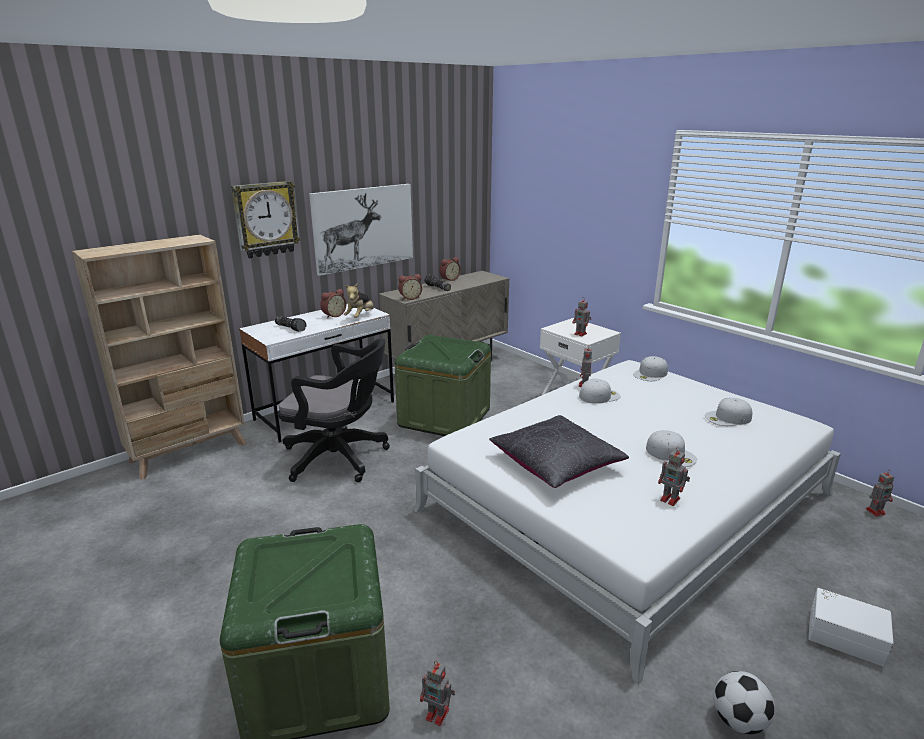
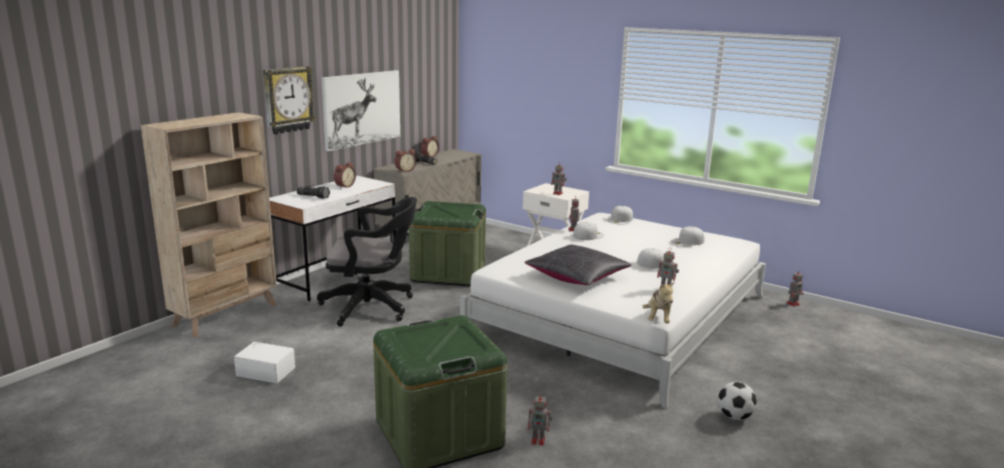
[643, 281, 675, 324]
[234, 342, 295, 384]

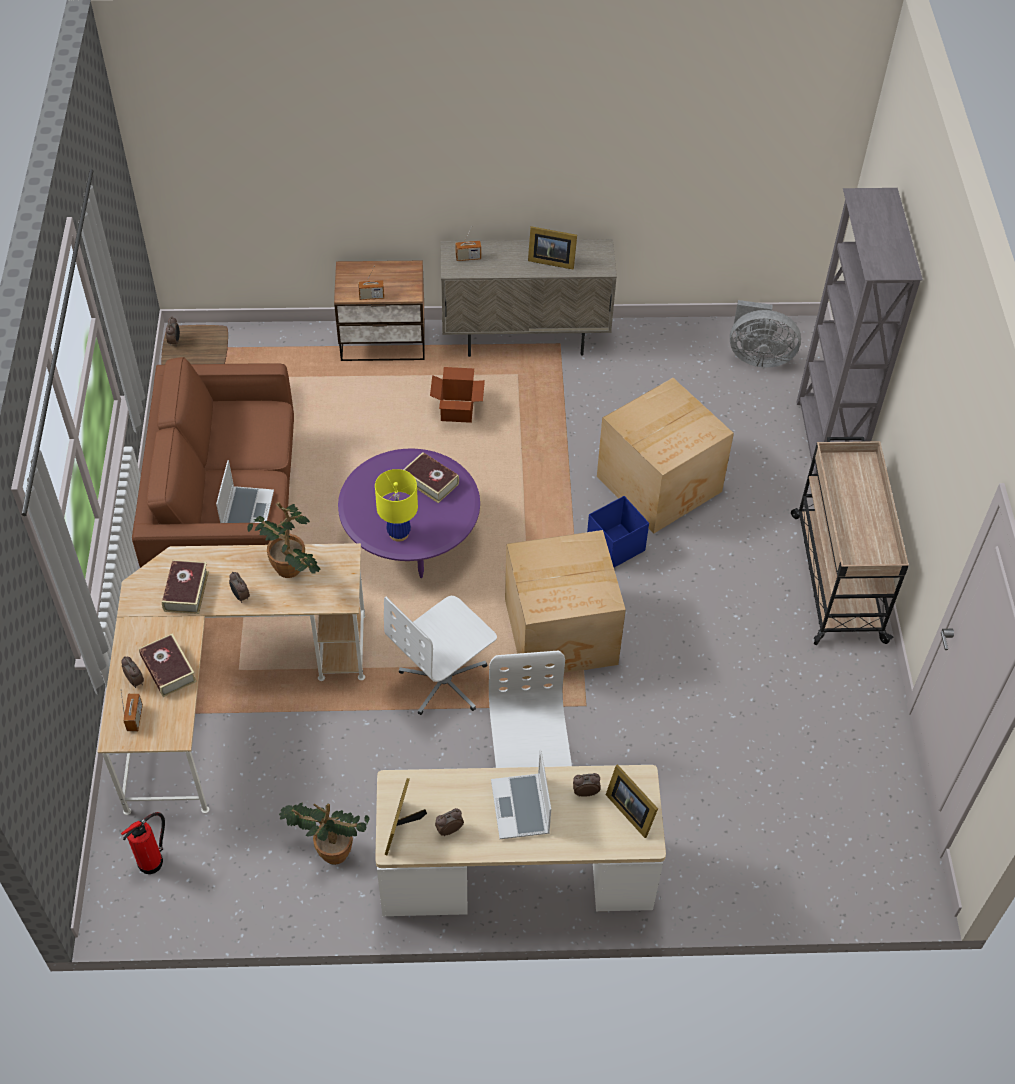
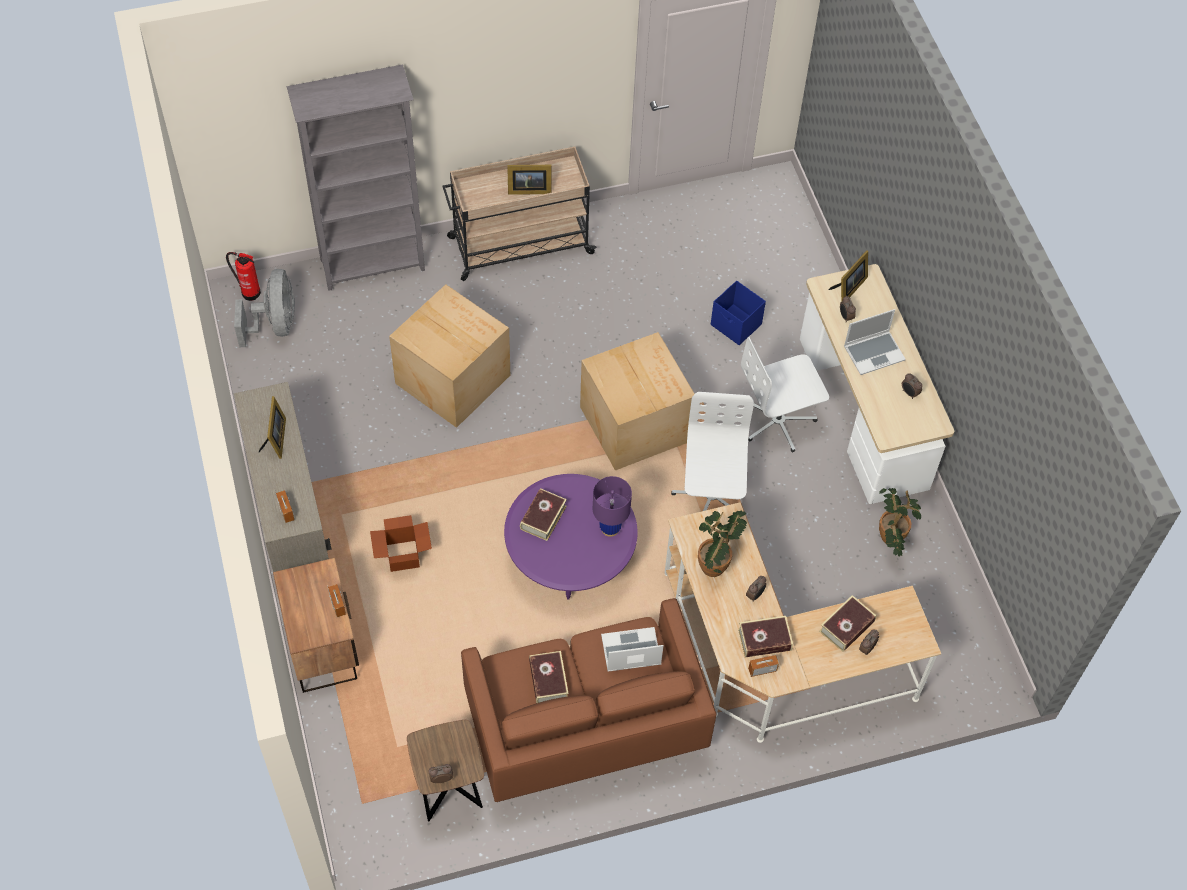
[593, 476, 632, 537]
[711, 281, 766, 345]
[671, 392, 754, 511]
[748, 655, 779, 677]
[507, 165, 551, 195]
[226, 252, 261, 301]
[529, 651, 569, 703]

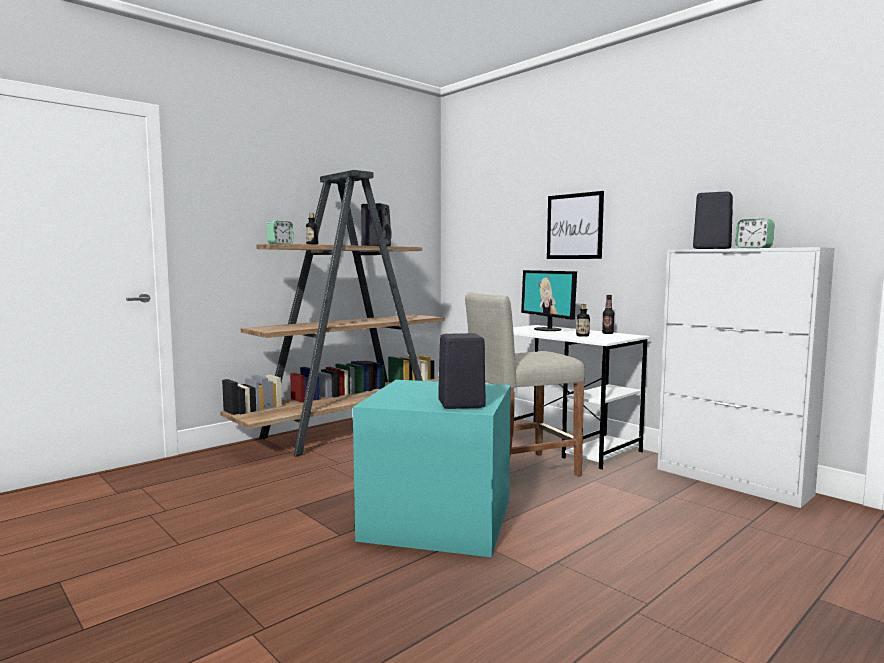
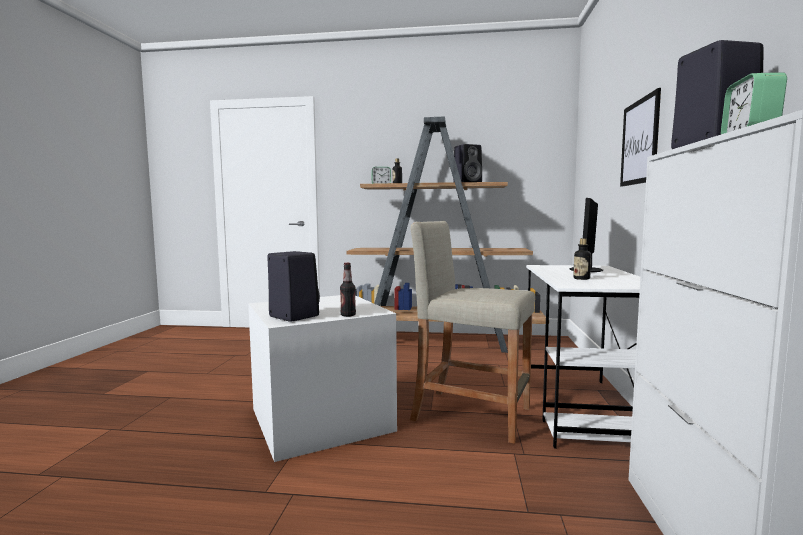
[340, 263, 356, 317]
[248, 295, 397, 462]

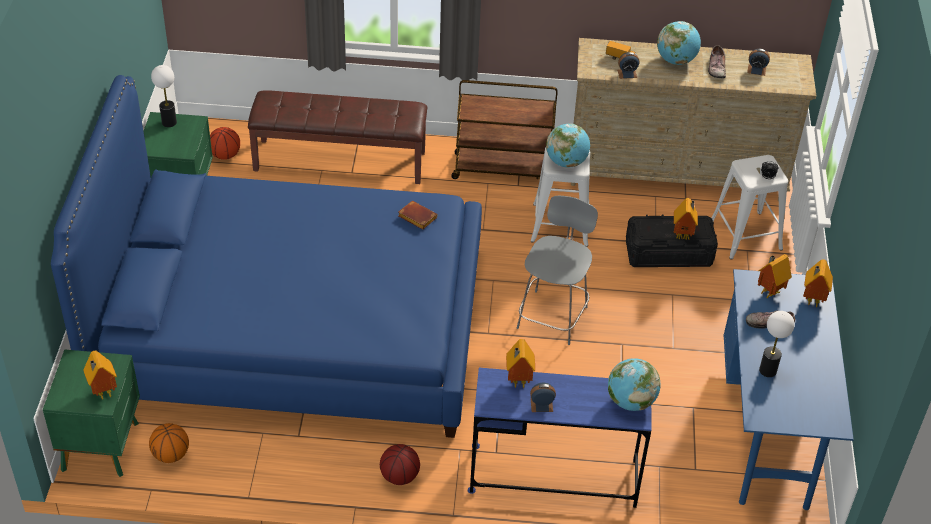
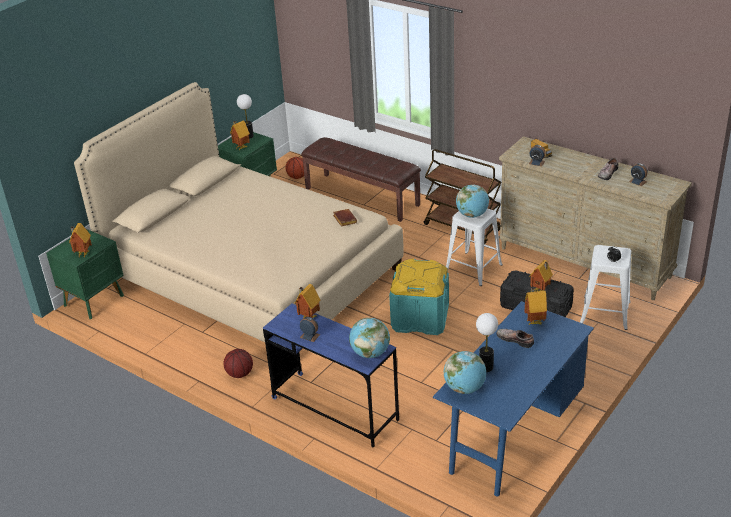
[444, 351, 486, 394]
[74, 82, 404, 342]
[389, 259, 449, 335]
[230, 120, 250, 150]
[149, 423, 189, 463] (first image)

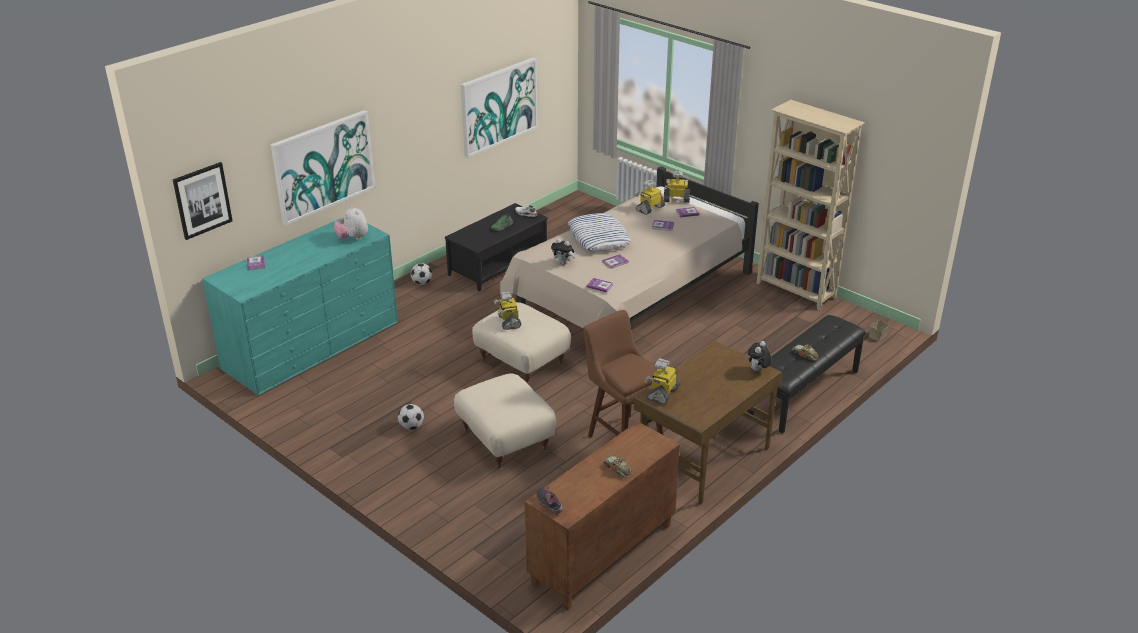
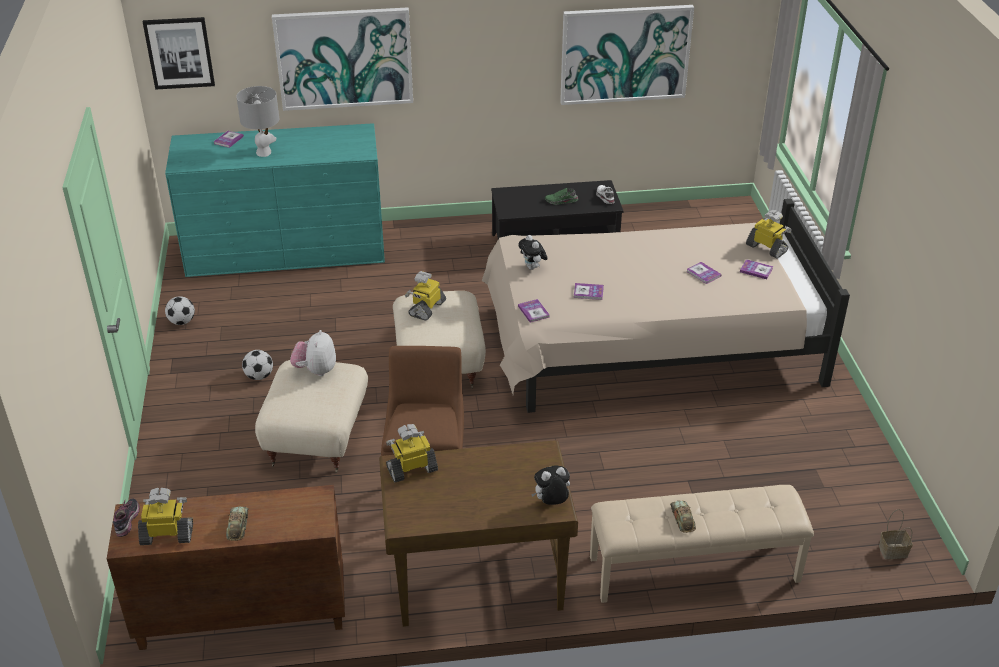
[757, 100, 865, 310] (first image)
[138, 488, 193, 545]
[290, 330, 336, 376]
[568, 213, 631, 252] (first image)
[165, 296, 195, 325]
[590, 485, 814, 603]
[236, 86, 279, 157]

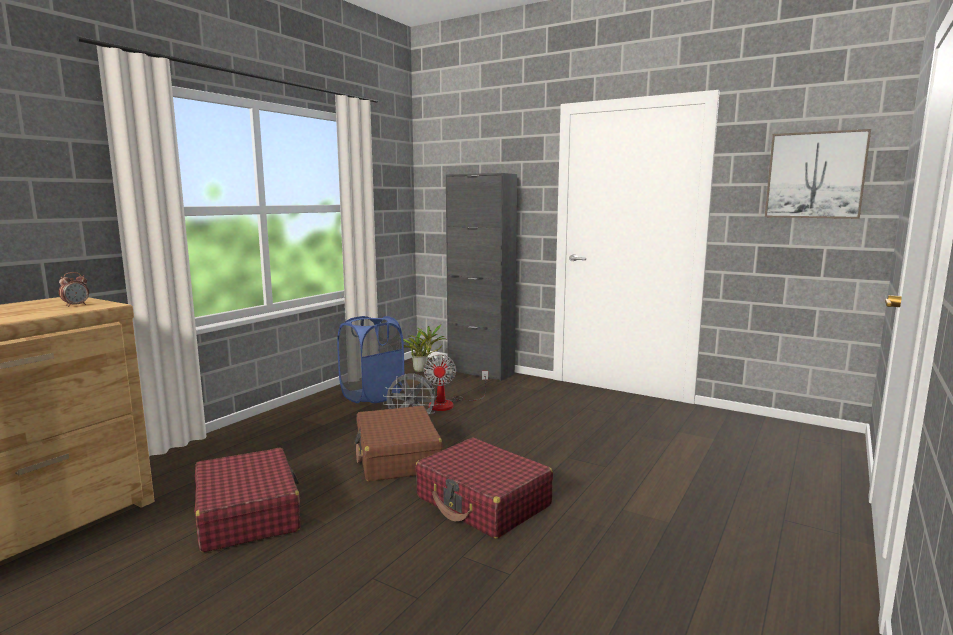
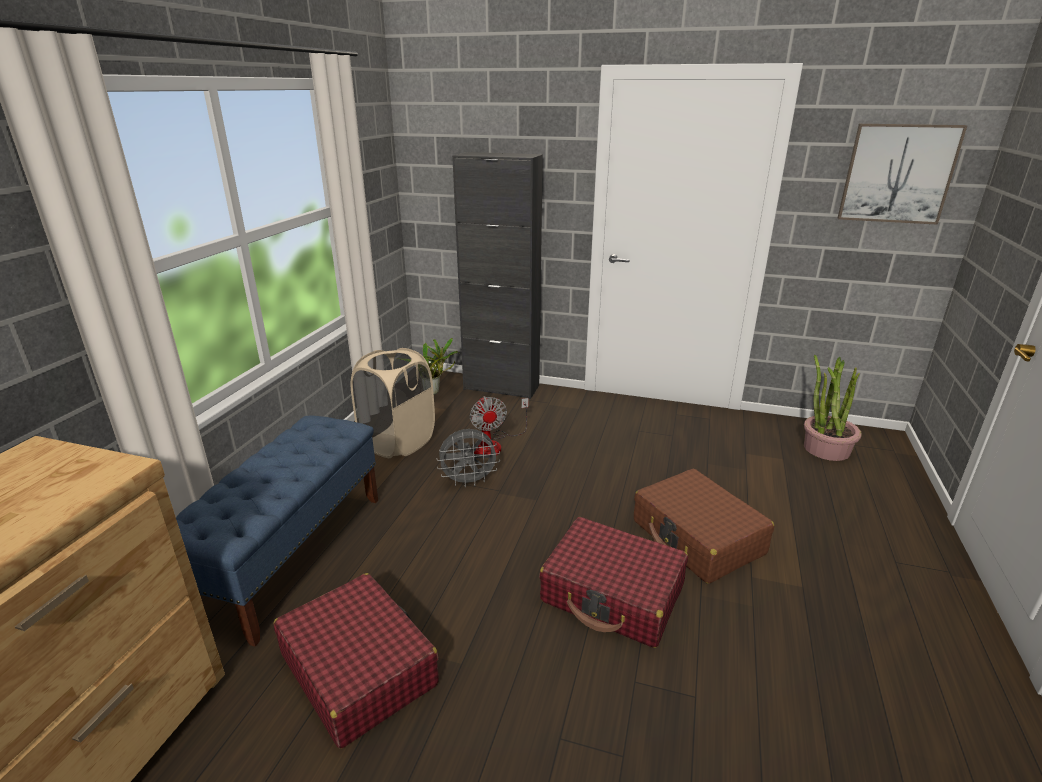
[59, 272, 89, 307] (first image)
[350, 348, 435, 458]
[634, 469, 775, 584]
[804, 355, 862, 461]
[176, 415, 378, 647]

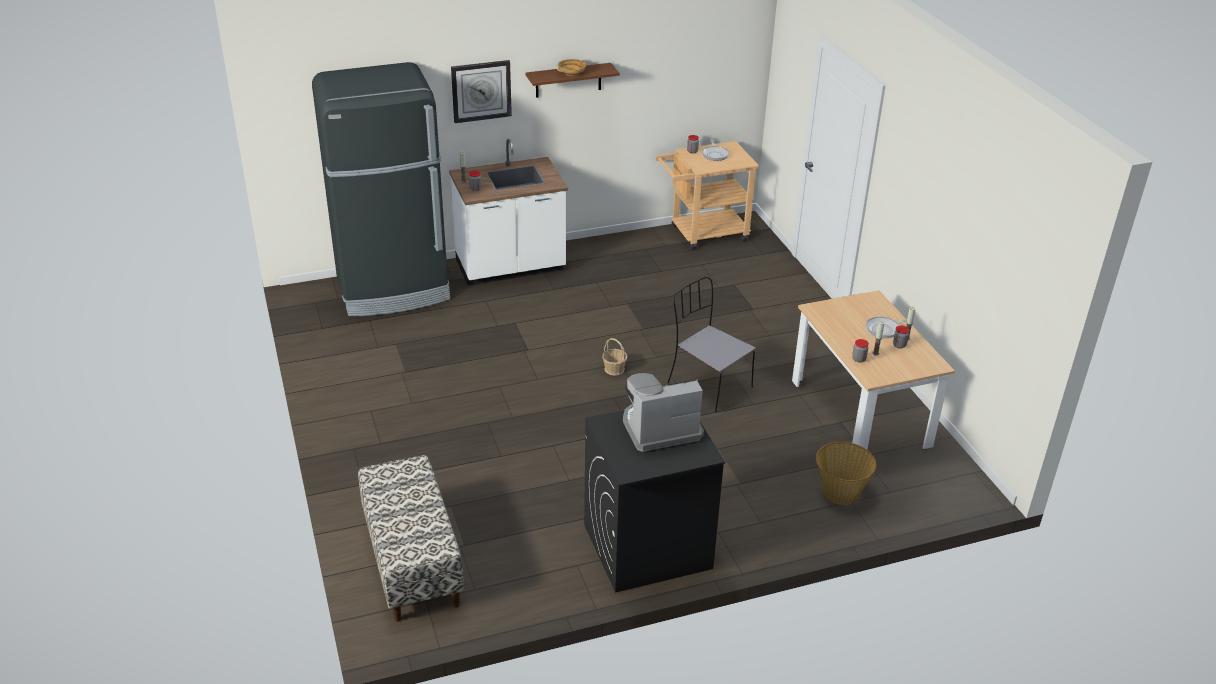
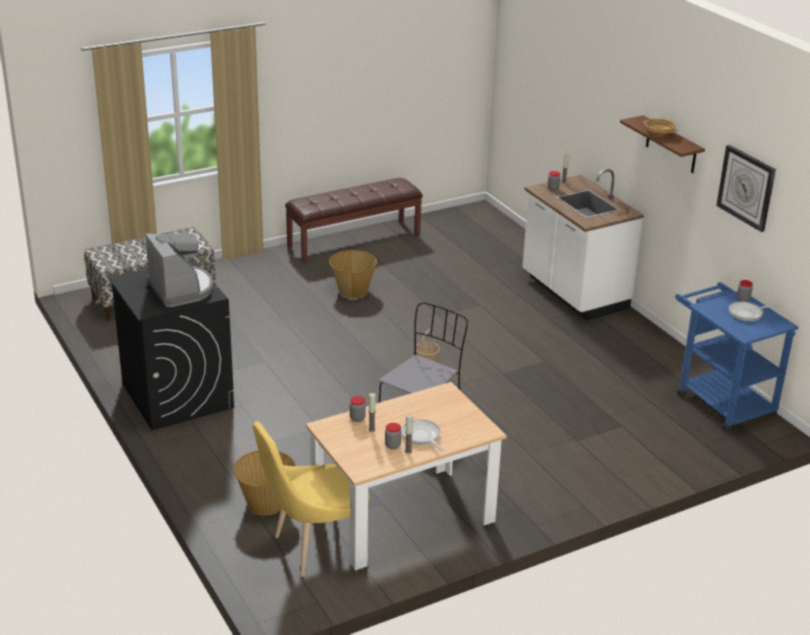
[716, 145, 776, 232]
[312, 62, 450, 316] (first image)
[675, 282, 799, 431]
[285, 178, 423, 263]
[329, 250, 377, 298]
[252, 421, 369, 576]

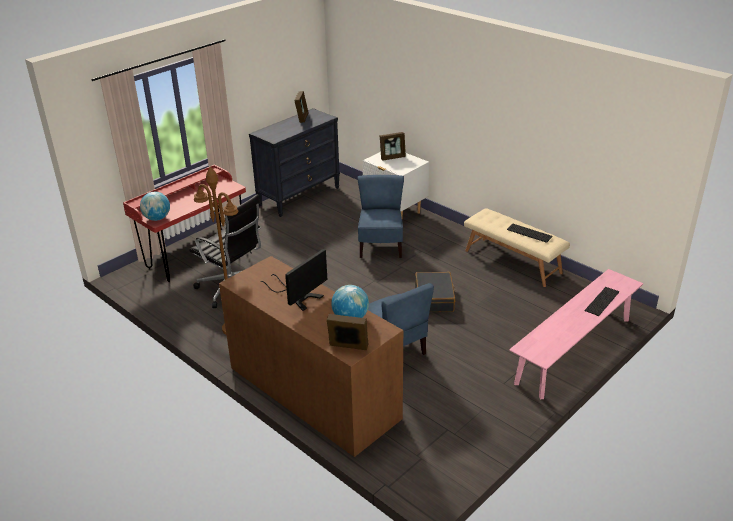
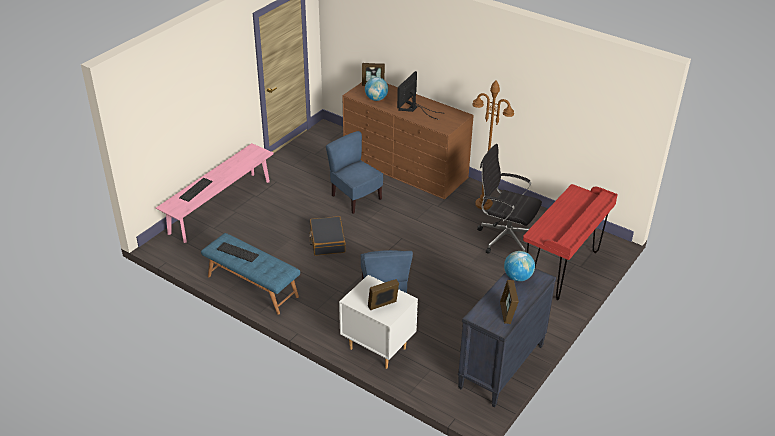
[504, 251, 535, 281]
[201, 233, 300, 315]

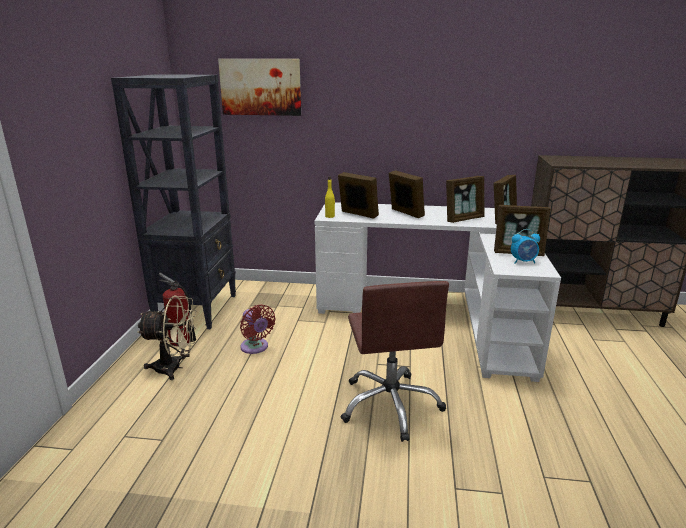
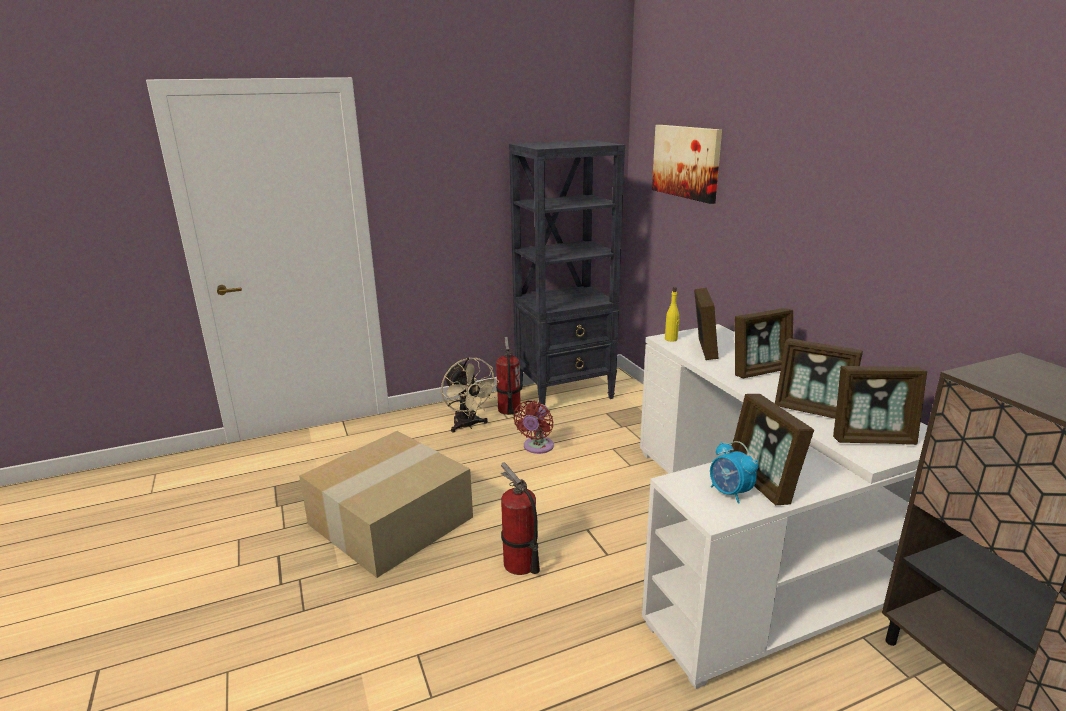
[735, 308, 793, 378]
[501, 463, 540, 575]
[299, 431, 473, 578]

